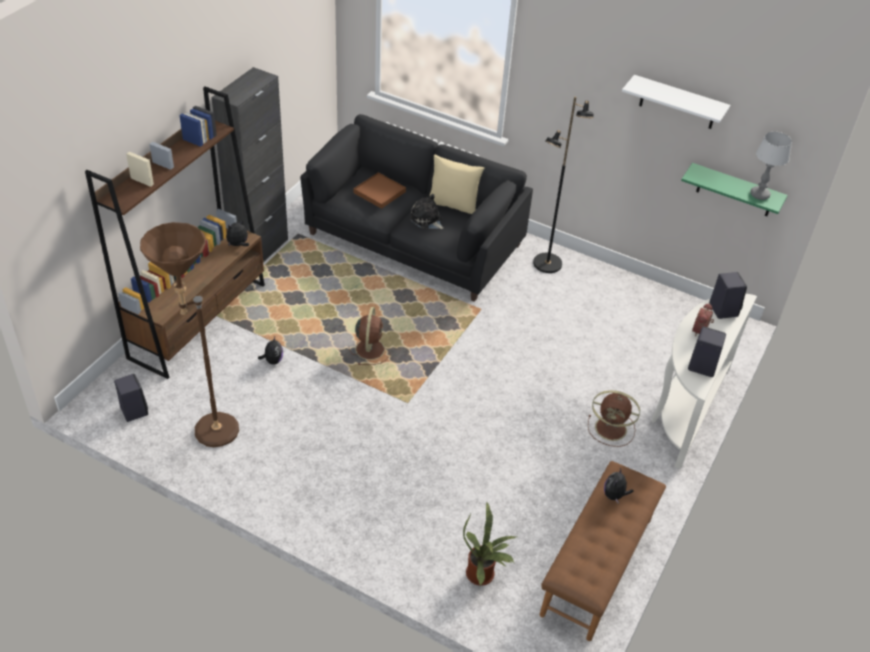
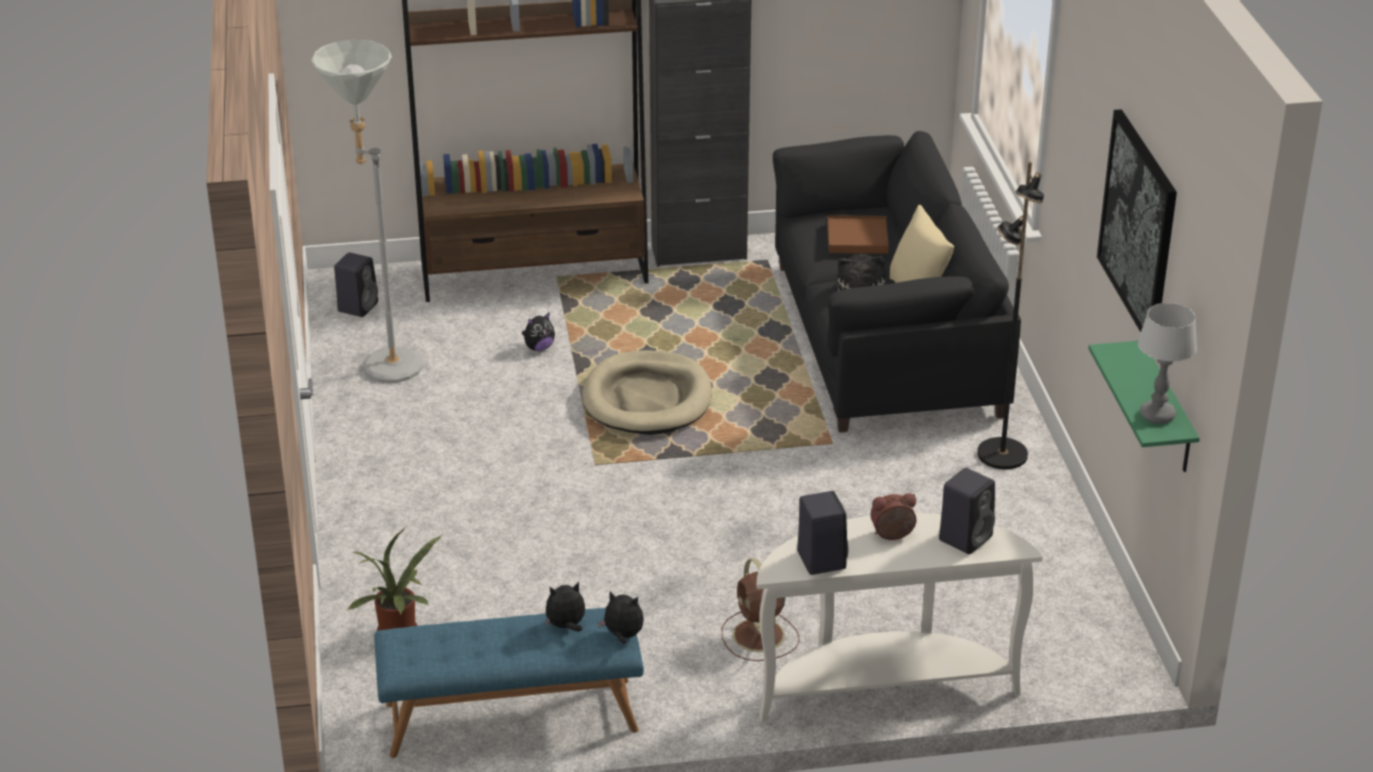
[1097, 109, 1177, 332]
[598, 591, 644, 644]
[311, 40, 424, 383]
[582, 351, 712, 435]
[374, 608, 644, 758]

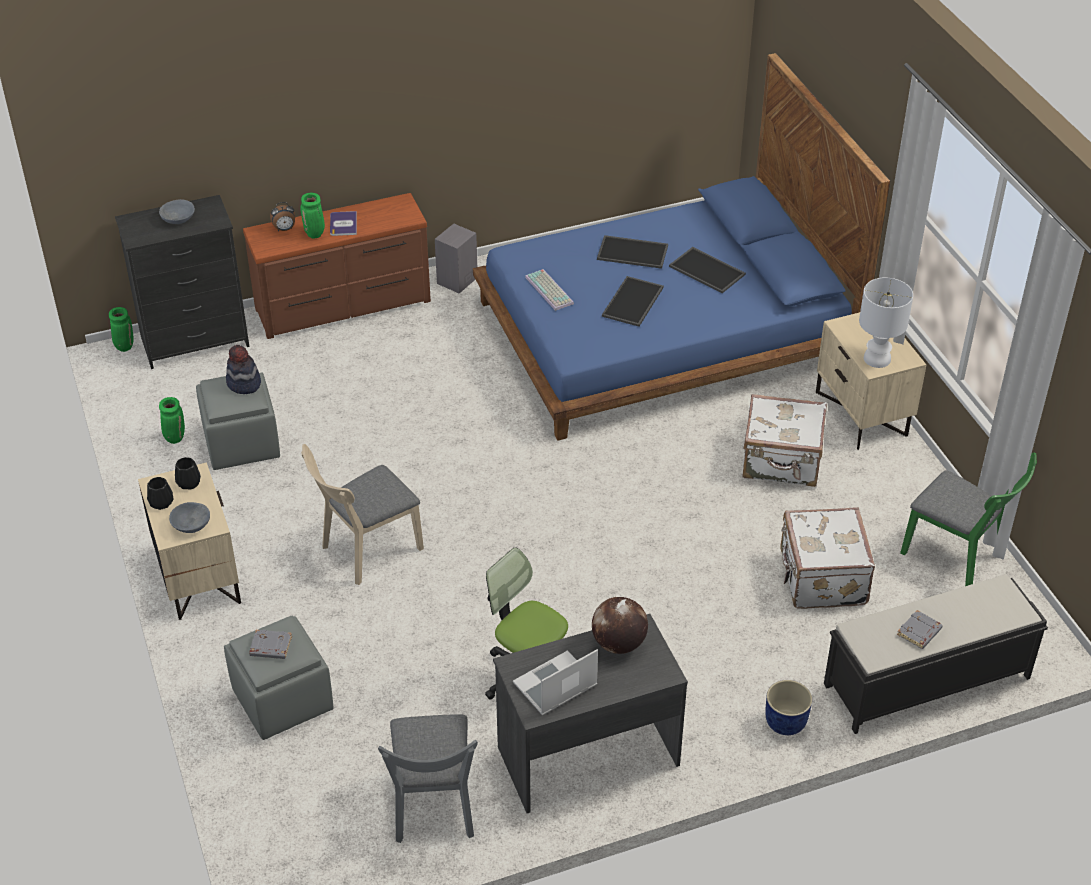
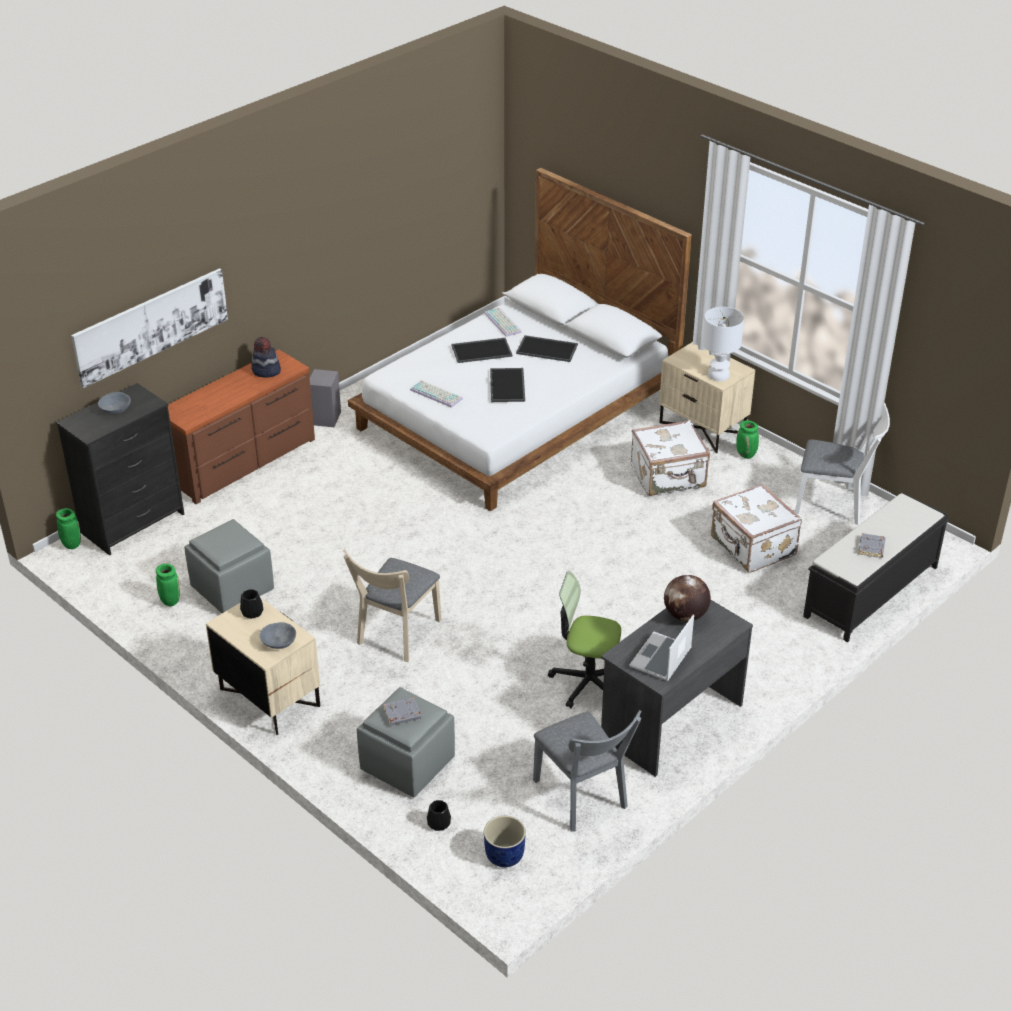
[348, 168, 692, 511]
[736, 420, 759, 459]
[270, 202, 295, 231] (first image)
[330, 211, 357, 236] (first image)
[251, 337, 281, 378]
[795, 403, 890, 525]
[427, 800, 451, 831]
[484, 816, 526, 867]
[71, 268, 228, 388]
[484, 308, 522, 337]

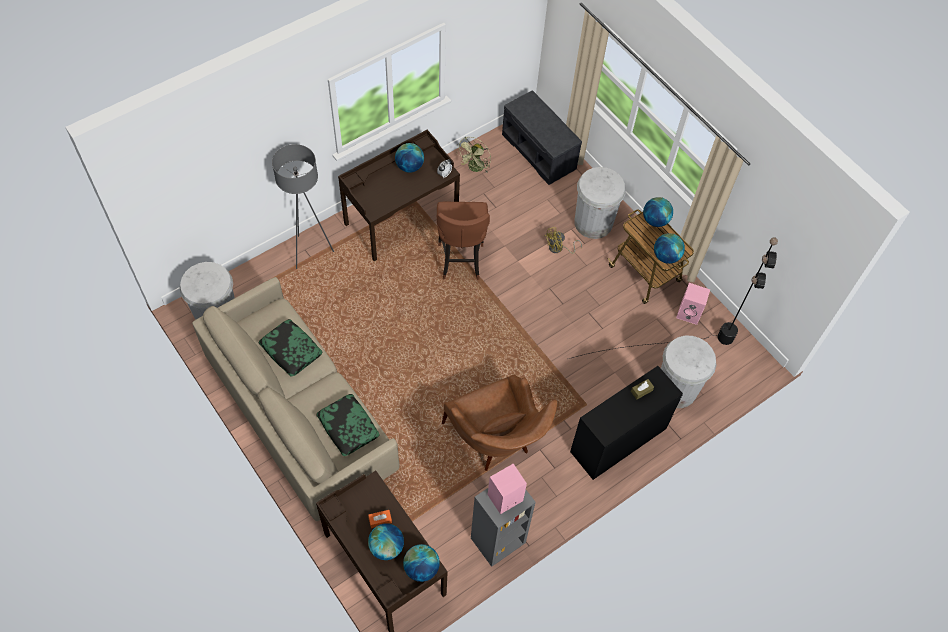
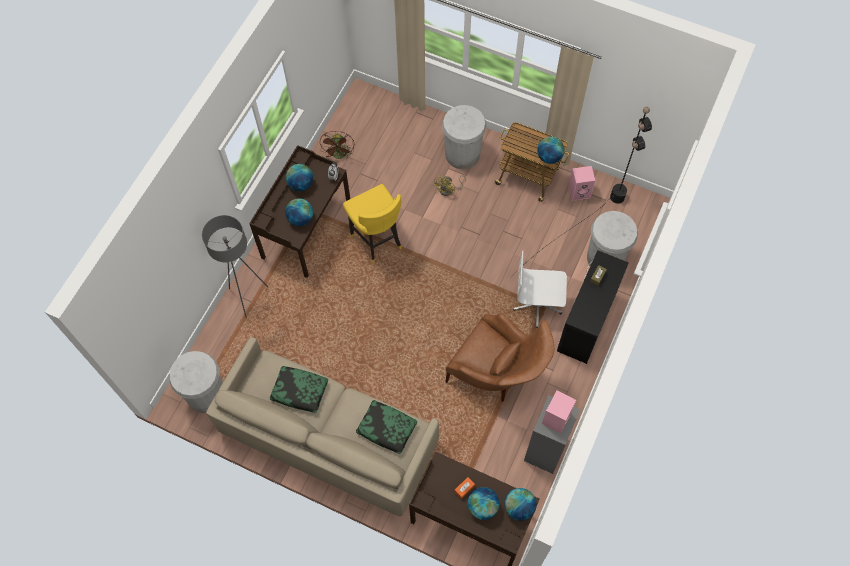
[502, 90, 582, 185] (first image)
[320, 131, 354, 159]
[285, 198, 313, 226]
[343, 184, 402, 264]
[513, 251, 567, 328]

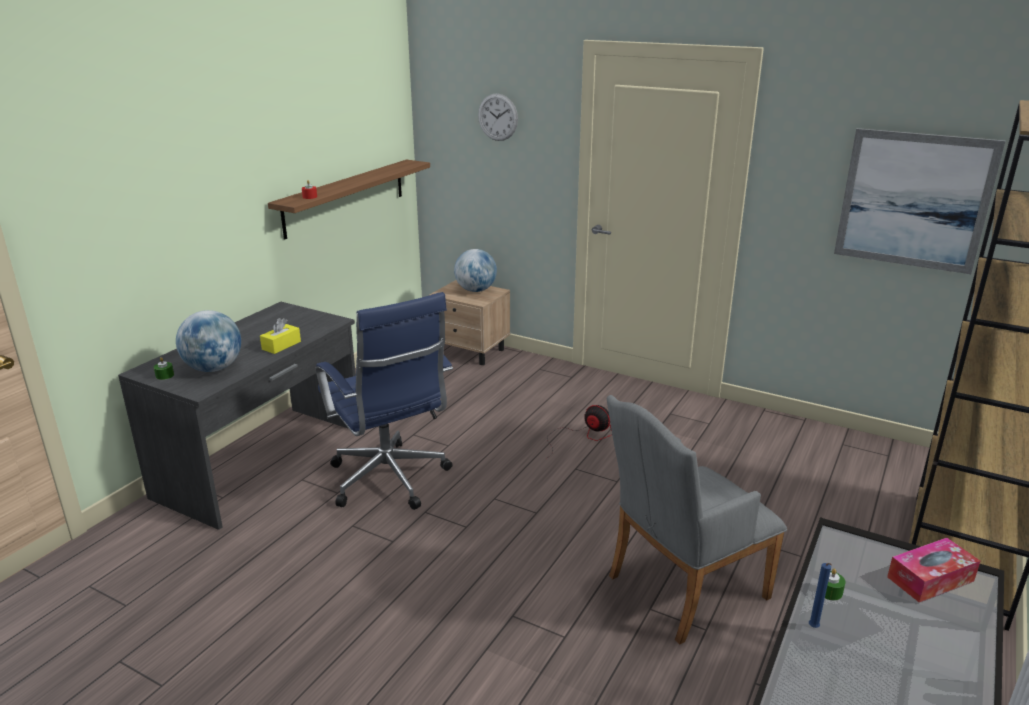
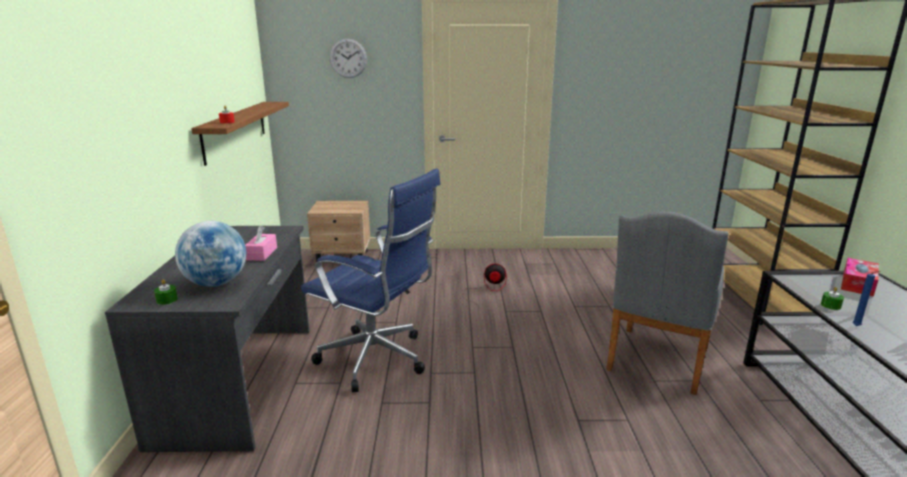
[834, 128, 1006, 274] (first image)
[454, 249, 497, 292] (first image)
[245, 226, 277, 261]

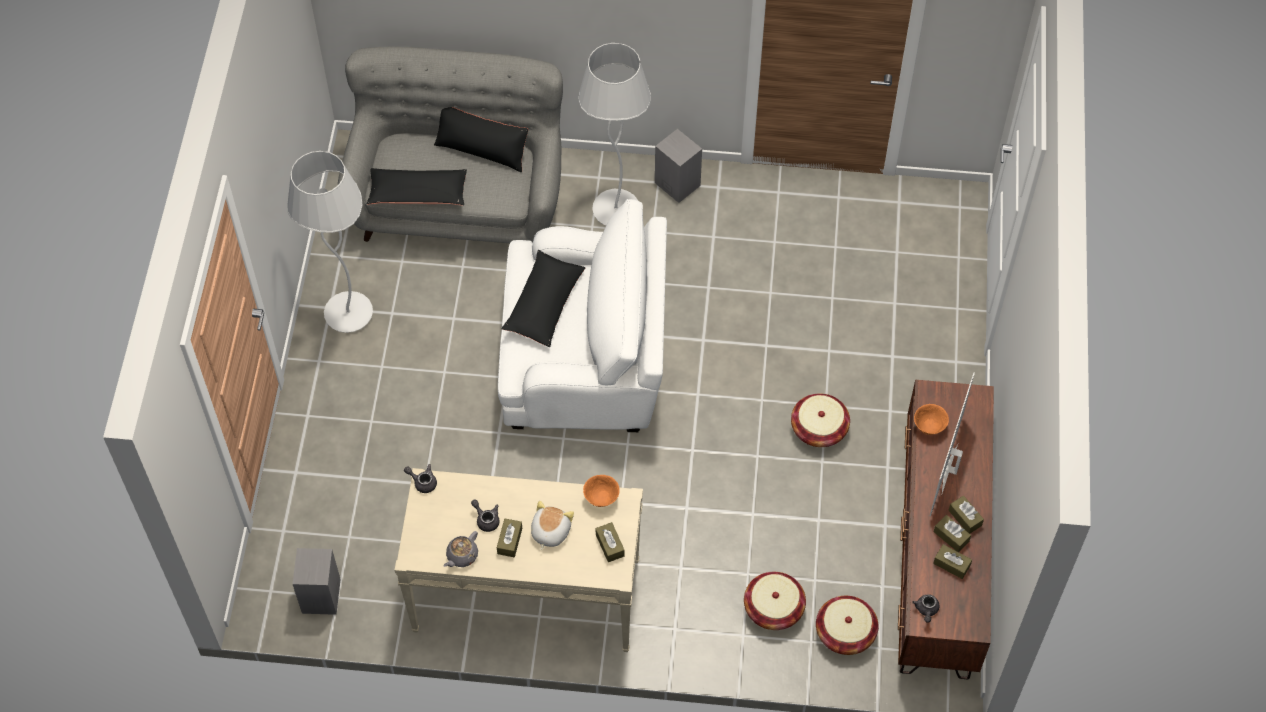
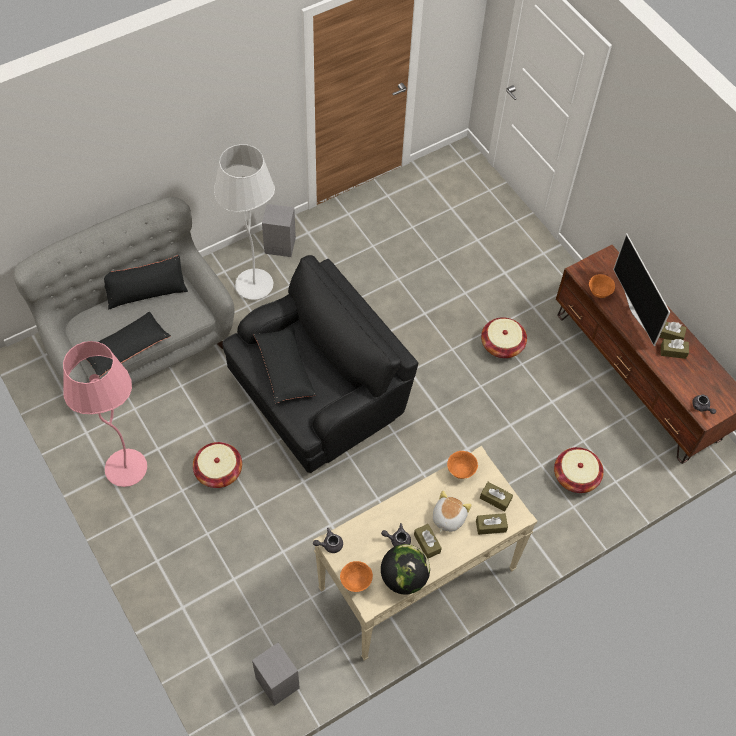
[63, 341, 147, 487]
[222, 255, 418, 473]
[433, 491, 472, 533]
[381, 544, 430, 595]
[476, 513, 508, 535]
[193, 442, 242, 488]
[340, 561, 373, 592]

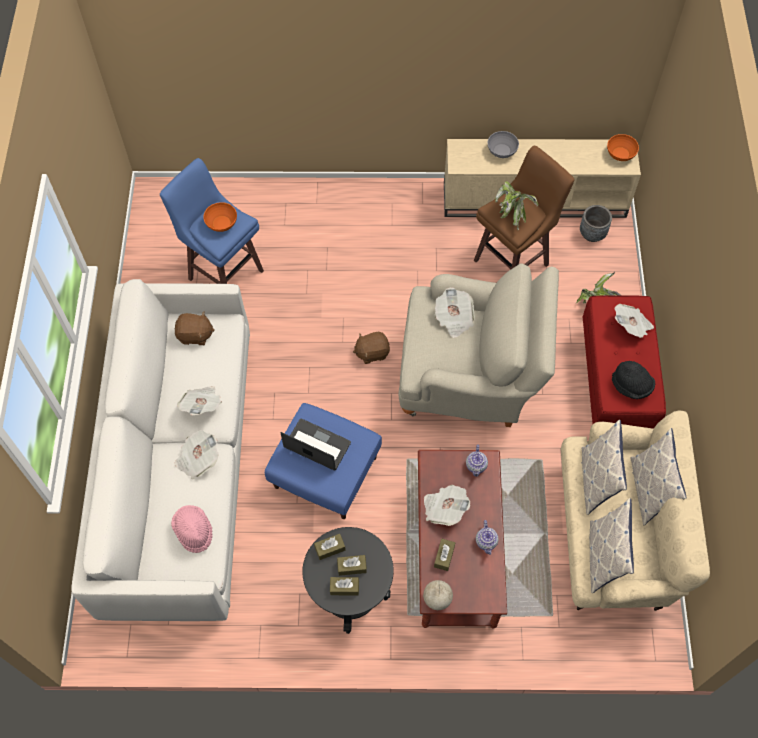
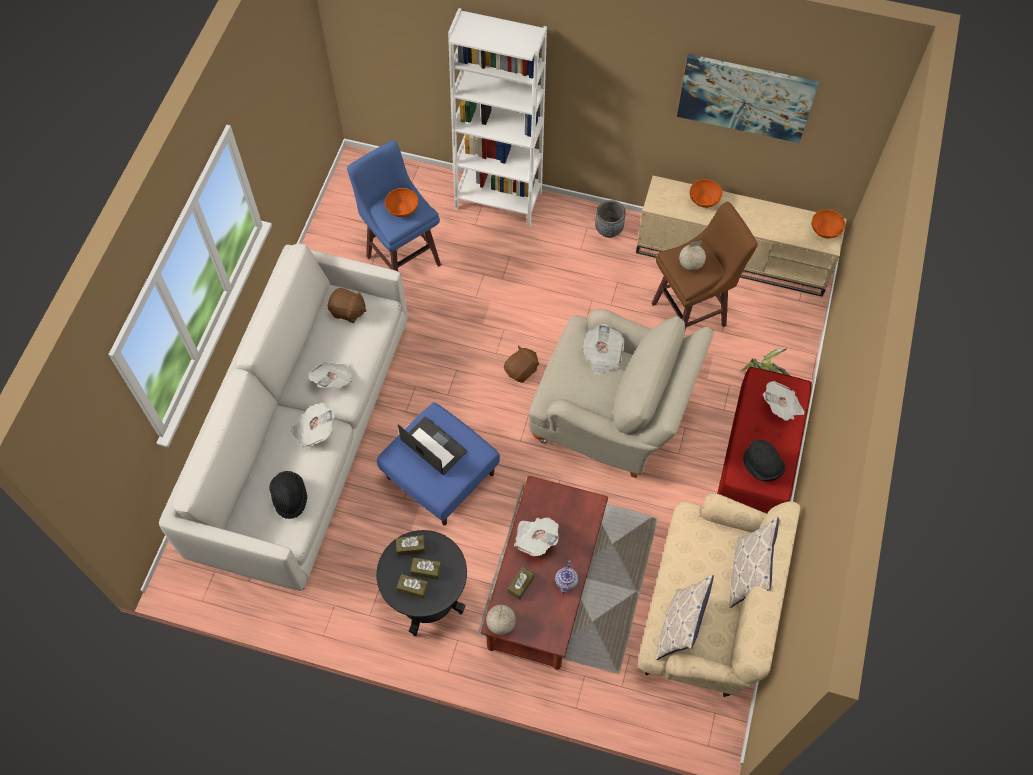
[690, 179, 722, 208]
[679, 240, 706, 271]
[595, 200, 626, 238]
[504, 345, 539, 383]
[582, 420, 627, 515] (first image)
[466, 444, 488, 477] (first image)
[269, 471, 307, 519]
[448, 8, 547, 227]
[677, 54, 819, 143]

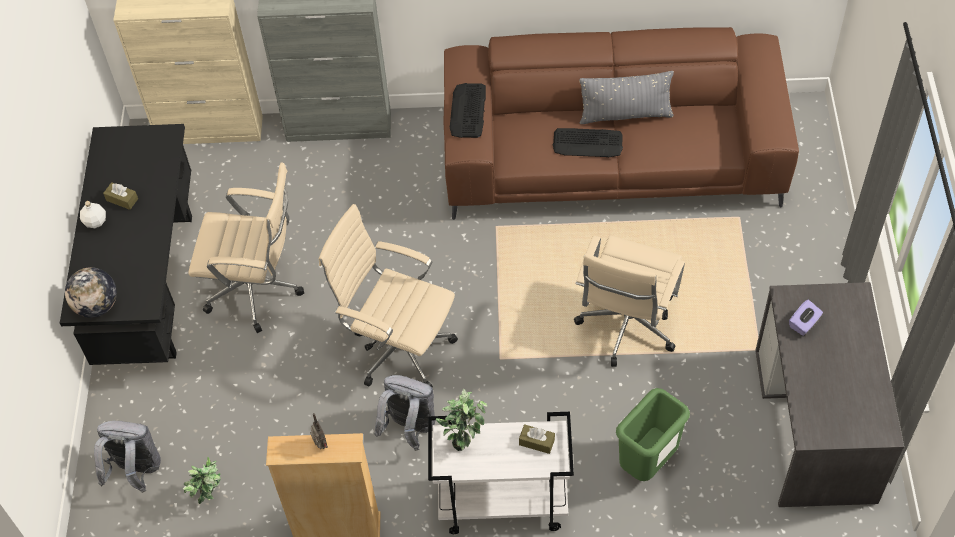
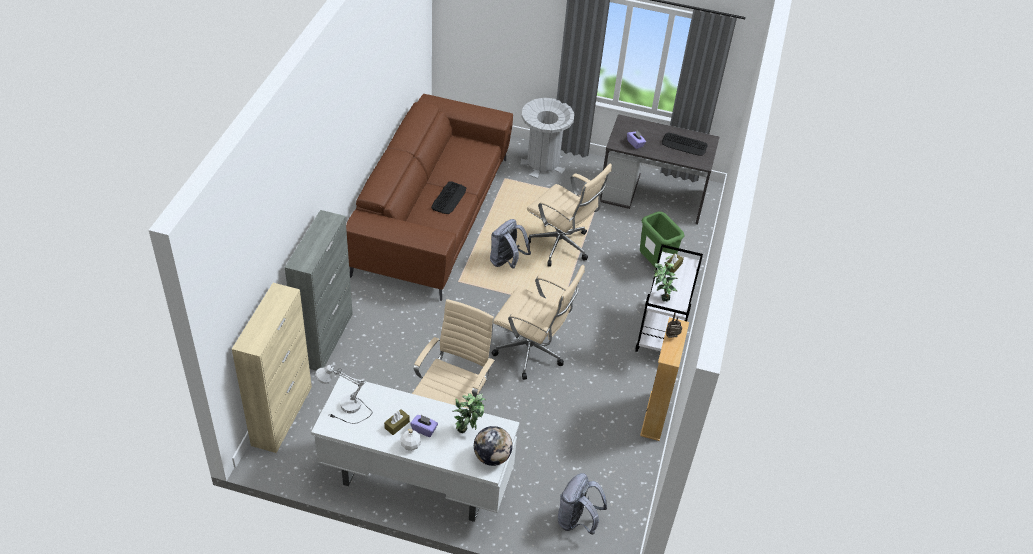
[579, 71, 674, 124] (first image)
[662, 132, 708, 156]
[311, 376, 519, 522]
[492, 265, 585, 380]
[490, 219, 531, 269]
[452, 393, 486, 433]
[520, 98, 574, 179]
[315, 365, 372, 424]
[410, 415, 438, 437]

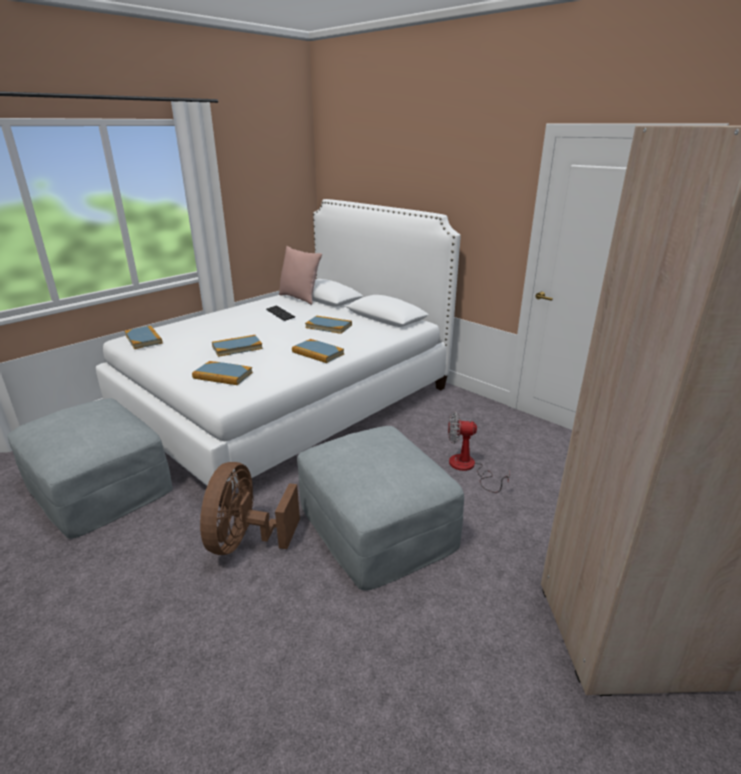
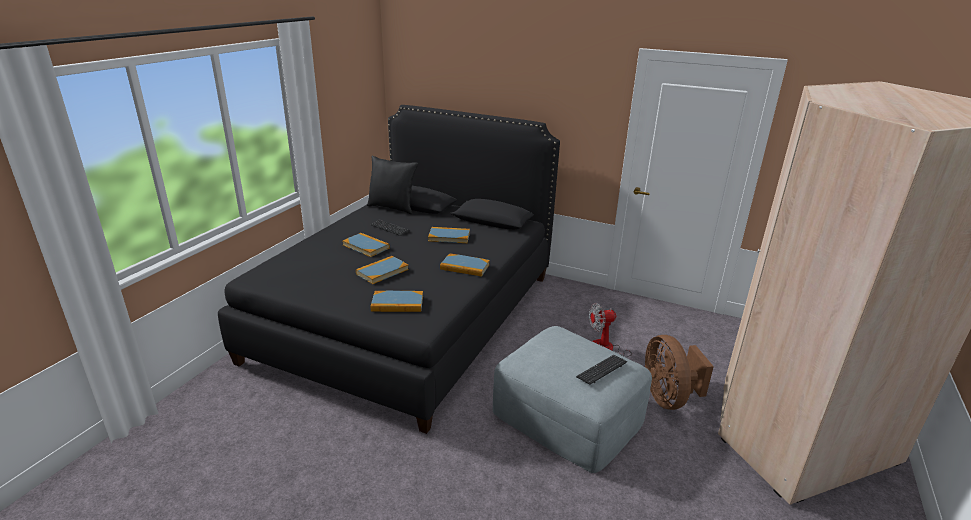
[218, 105, 560, 434]
[367, 156, 418, 214]
[343, 233, 390, 257]
[7, 398, 173, 539] (first image)
[645, 335, 714, 410]
[576, 355, 627, 385]

